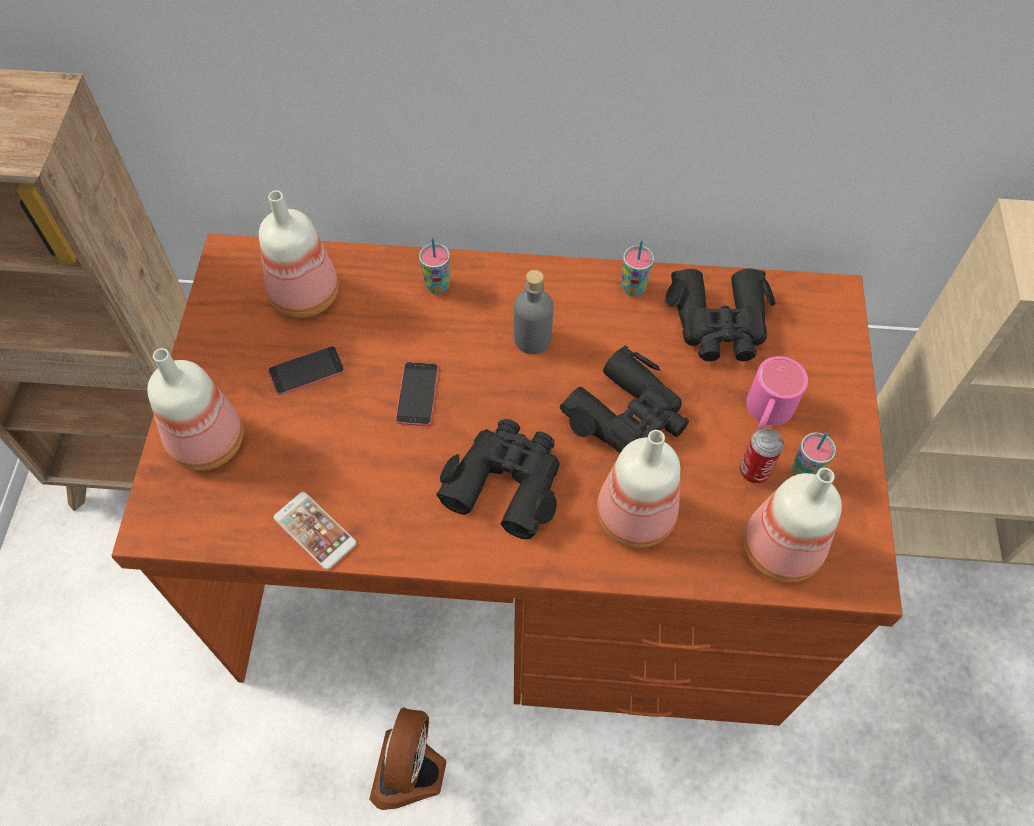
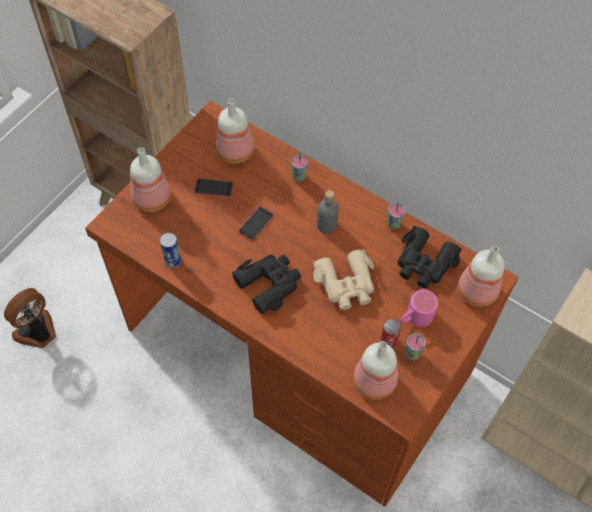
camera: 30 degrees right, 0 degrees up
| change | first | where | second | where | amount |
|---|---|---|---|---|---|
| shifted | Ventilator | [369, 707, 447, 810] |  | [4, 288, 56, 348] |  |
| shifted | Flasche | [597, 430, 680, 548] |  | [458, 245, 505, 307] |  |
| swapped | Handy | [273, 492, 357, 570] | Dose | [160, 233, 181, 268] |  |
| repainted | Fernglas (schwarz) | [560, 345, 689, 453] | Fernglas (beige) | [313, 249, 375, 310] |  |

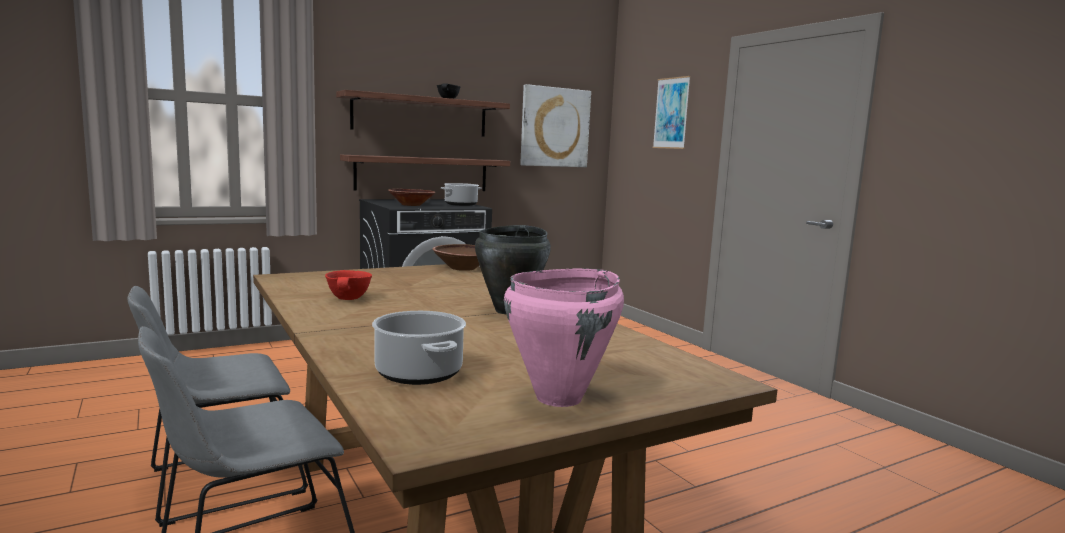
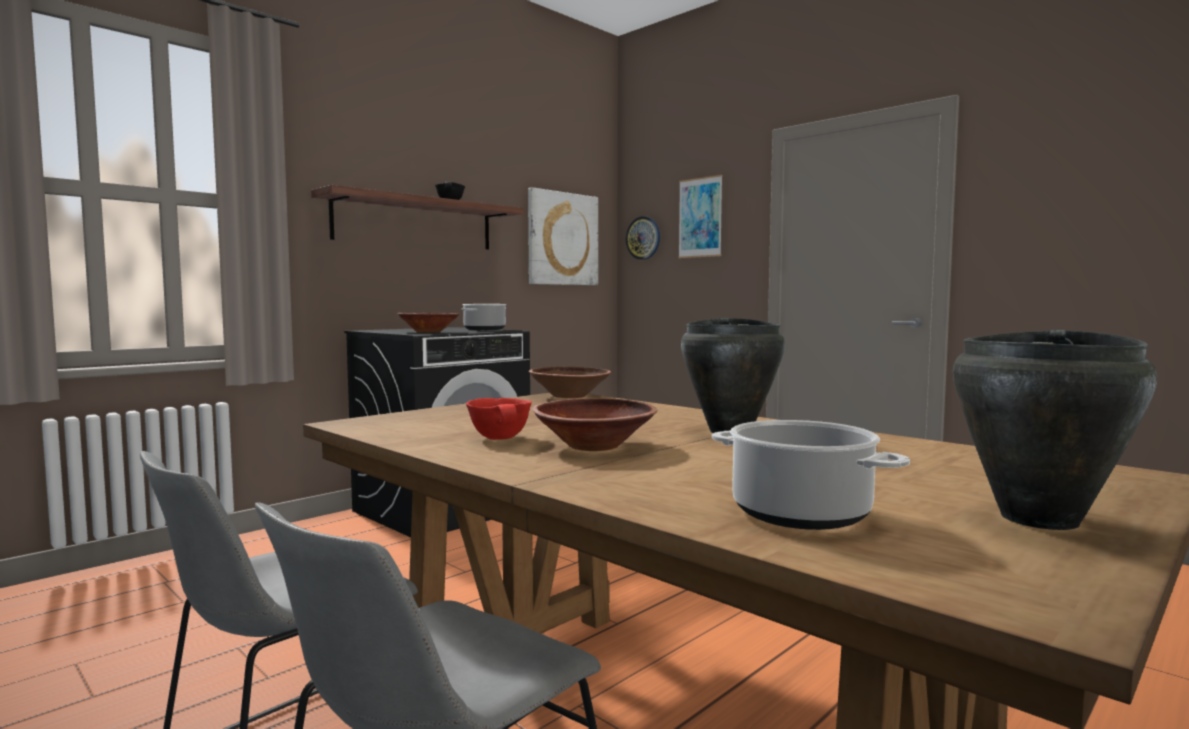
camera: 15 degrees left, 5 degrees down
| change | first | where | second | where | amount |
|---|---|---|---|---|---|
| gone | Wandregal | [340, 155, 510, 191] |  |  |  |
| new |  |  | Schüssel (braun) | [532, 398, 657, 451] |  |
| new |  |  | Wanduhr | [626, 216, 660, 260] |  |
| repainted | Kochtopf (rosa) | [504, 268, 624, 407] | Kochtopf (schwarz) | [953, 330, 1157, 530] |  |

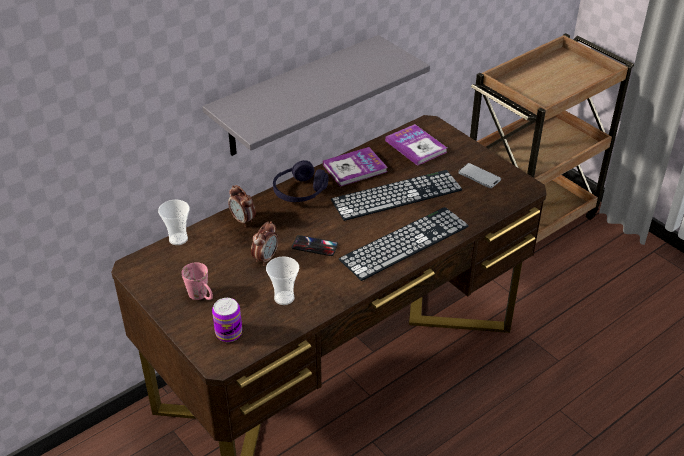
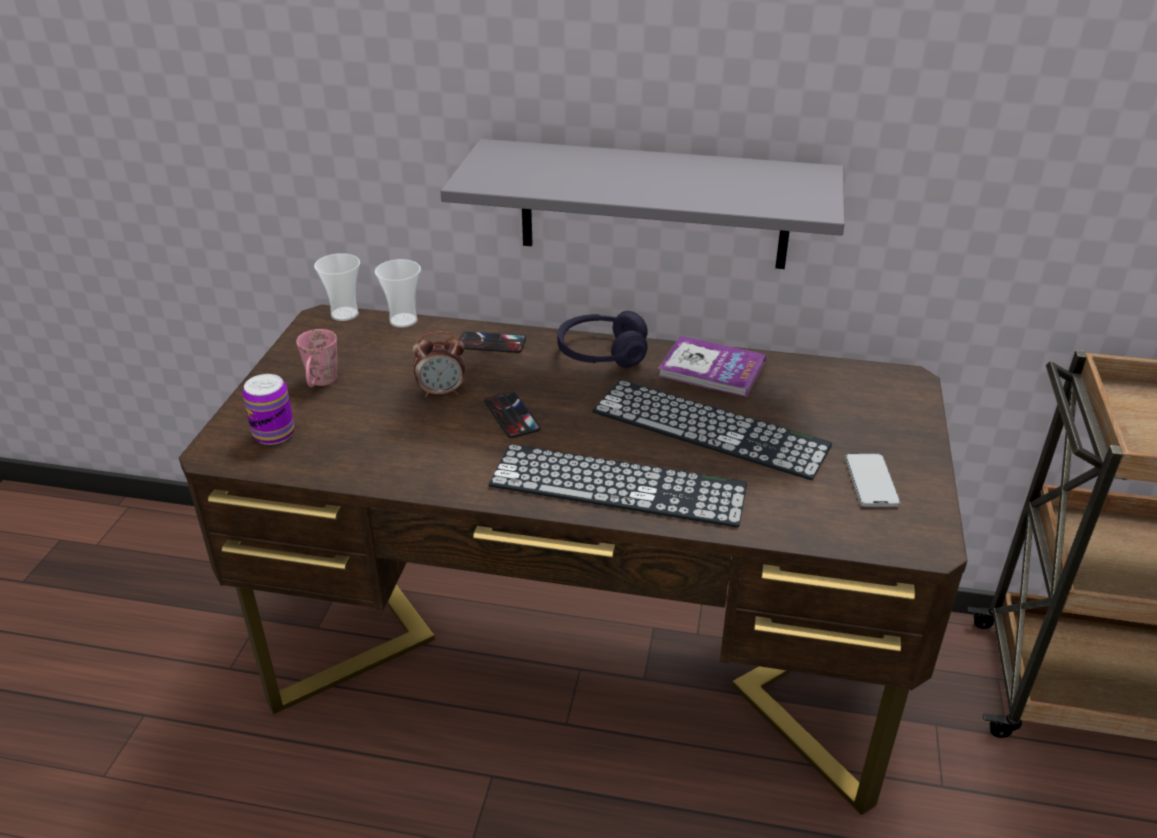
camera: 50 degrees right, 5 degrees down
| change | first | where | second | where | amount |
|---|---|---|---|---|---|
| gone | Buch | [385, 124, 447, 166] |  |  |  |
| shifted | Tasse | [266, 256, 299, 305] |  | [314, 253, 360, 321] |  |
| swapped | Wecker | [228, 185, 256, 227] | Handy | [460, 331, 526, 353] |  |

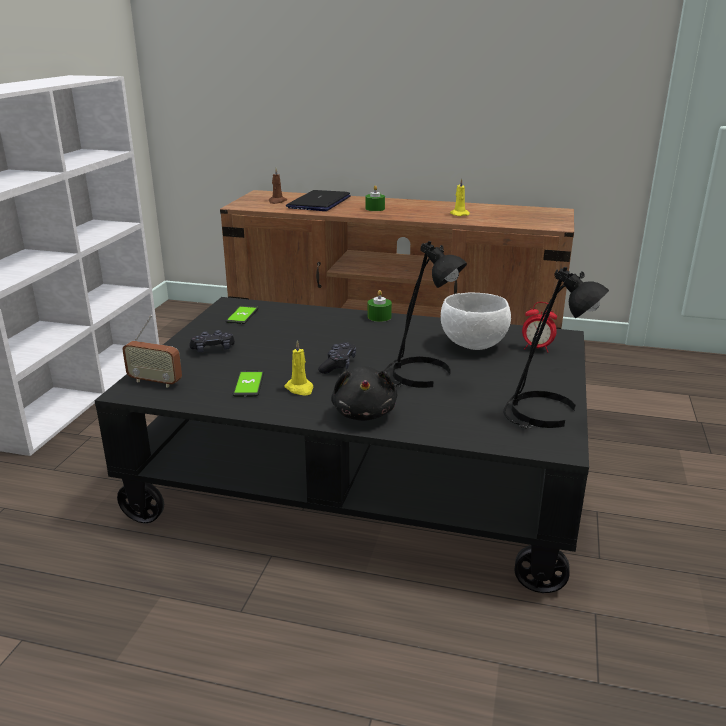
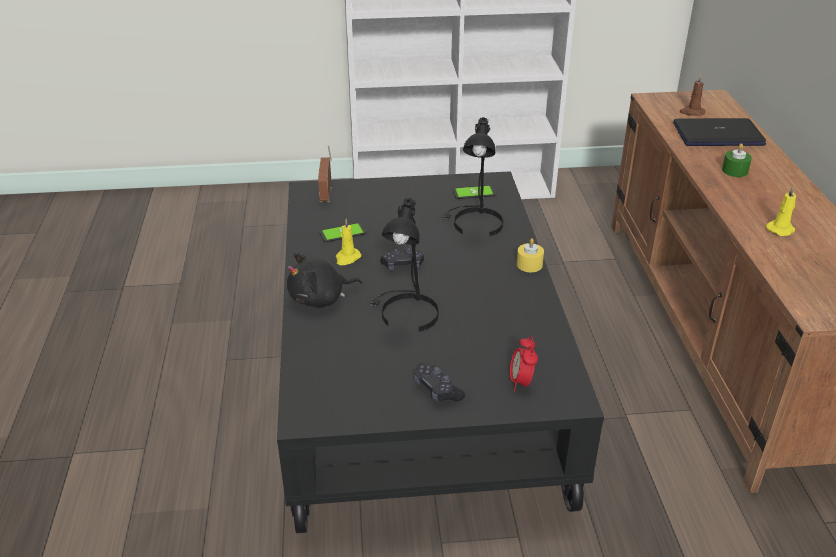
camera: 70 degrees right, 10 degrees up
| change | first | where | second | where | amount |
|---|---|---|---|---|---|
| gone | Schüssel (weiß) | [441, 292, 511, 350] |  |  |  |
| shifted | Gamepad (schwarz) | [190, 330, 235, 352] |  | [414, 364, 465, 403] |  |
| shifted | Tischlampe (schwarz) | [504, 267, 609, 429] |  | [442, 117, 503, 237] |  |
| repainted | Kerze (grün) | [368, 290, 392, 322] | Kerze (gelb) | [517, 238, 544, 272] |  |

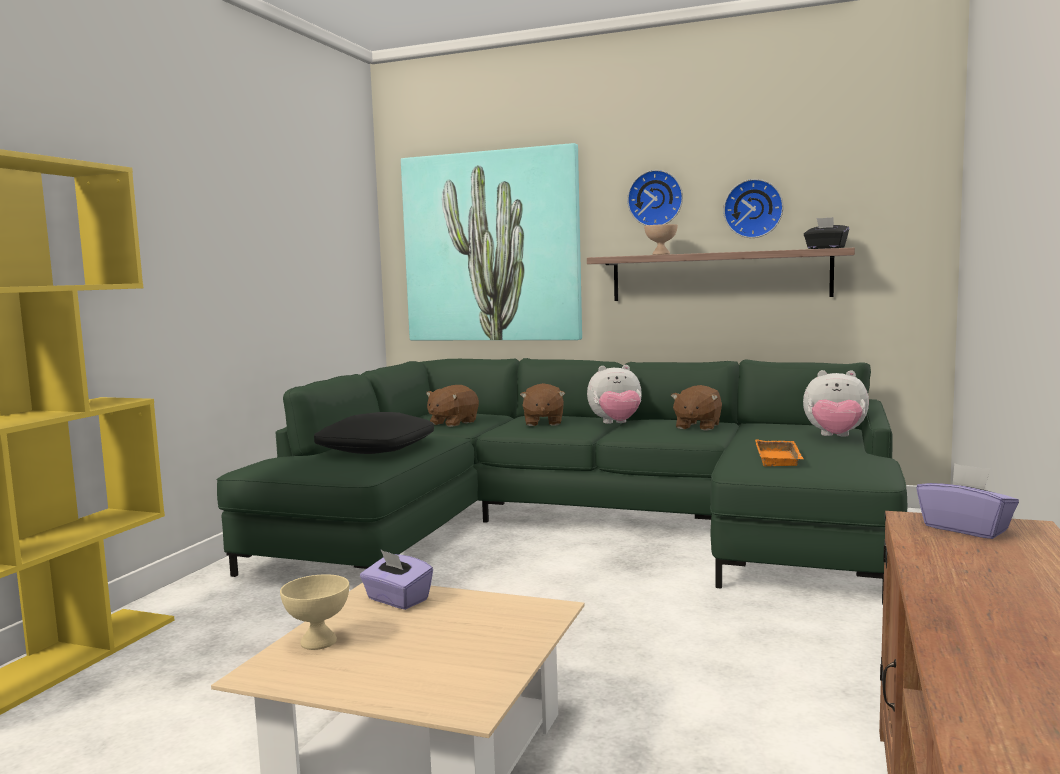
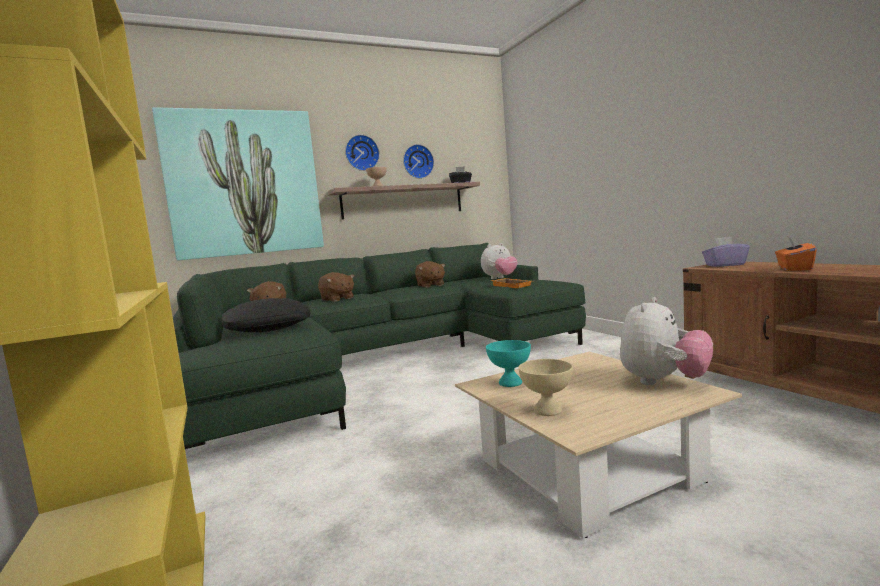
camera: 45 degrees left, 0 degrees up
| change | first | where | second | where | amount |
|---|---|---|---|---|---|
| new |  |  | Taschentuchbox (orange) | [775, 237, 817, 271] |  |
| shifted | Plüschtier | [587, 365, 642, 424] |  | [620, 297, 713, 385] |  |
| swapped | Taschentuchbox (lila) | [360, 549, 433, 610] | Schüssel (türkis) | [486, 340, 531, 387] |  |

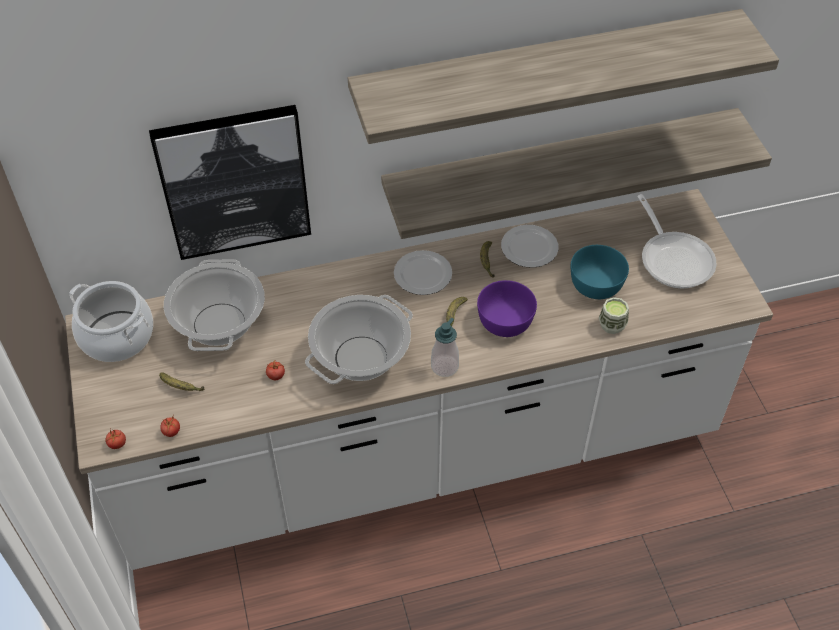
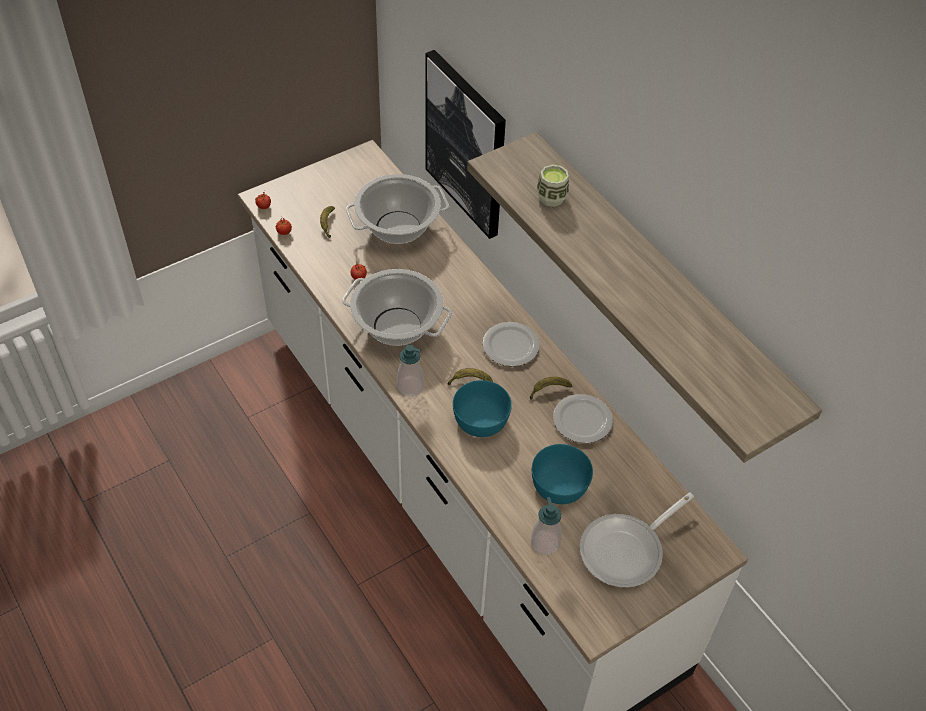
camera: 70 degrees right, 0 degrees up
| change | first | where | second | where | amount |
|---|---|---|---|---|---|
| gone | Kochtopf | [69, 281, 153, 362] |  |  |  |
| gone | Wandregal | [381, 108, 772, 239] |  |  |  |
| new |  |  | Seifenspender | [531, 497, 561, 555] |  |
| shifted | Tasse | [599, 297, 629, 334] |  | [537, 164, 569, 207] |  |
| repainted | Schüssel (lila) | [477, 280, 537, 337] | Schüssel (türkis) | [453, 380, 512, 437] |  |

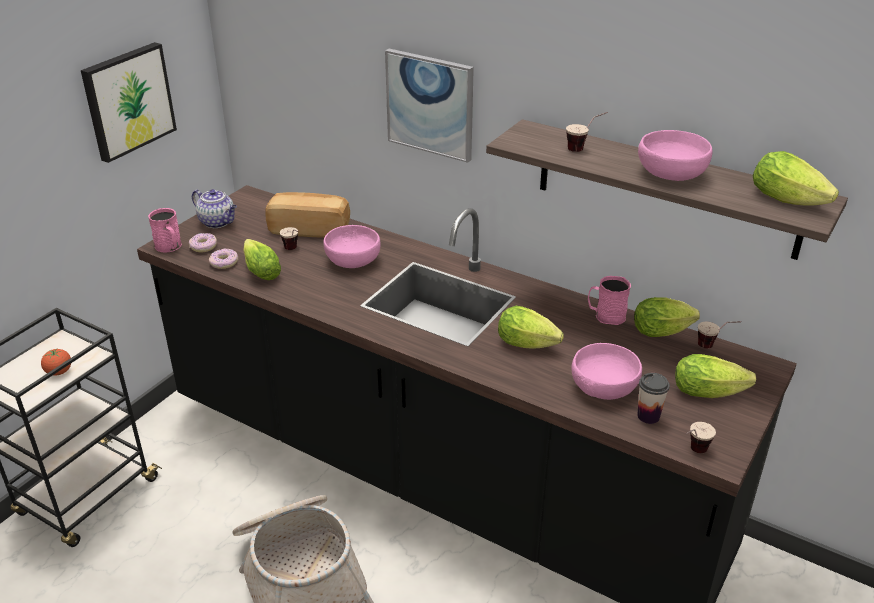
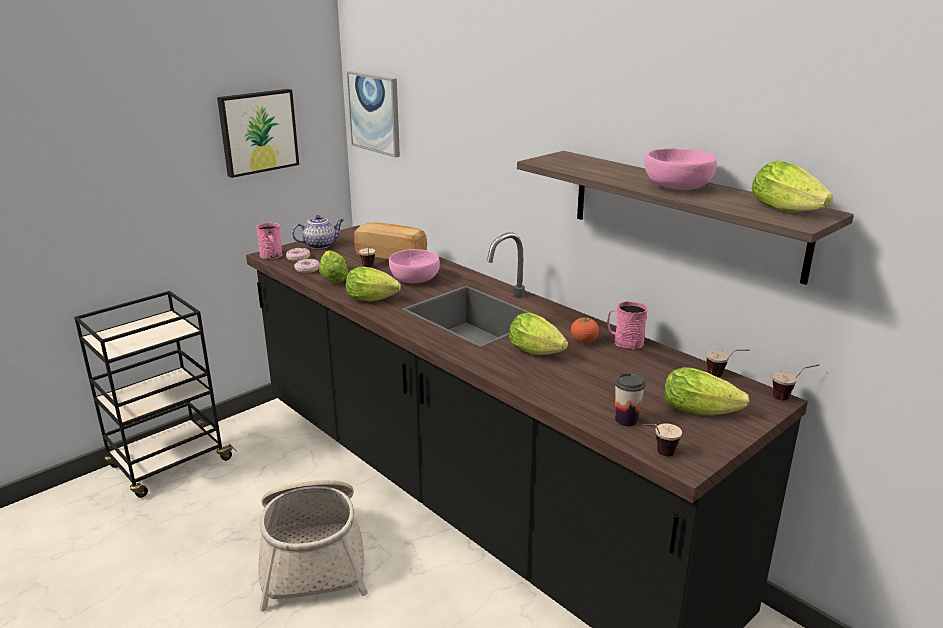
camera: 15 degrees right, 10 degrees down
| change | first | where | second | where | amount |
|---|---|---|---|---|---|
| gone | Schüssel (rosa) | [571, 343, 642, 400] |  |  |  |
| shifted | Tomate | [41, 348, 71, 376] |  | [571, 317, 599, 343] |  |
| shifted | Bild | [385, 49, 474, 163] |  | [347, 71, 400, 157] |  |
| shifted | Tasse | [566, 112, 608, 152] |  | [773, 364, 820, 400] |  |
| shifted | Salatkopf | [634, 297, 700, 337] |  | [346, 267, 401, 302] |  |
| rotated | Teekanne | [192, 189, 237, 228] |  | [292, 215, 344, 249] | 75 degrees counterclockwise |

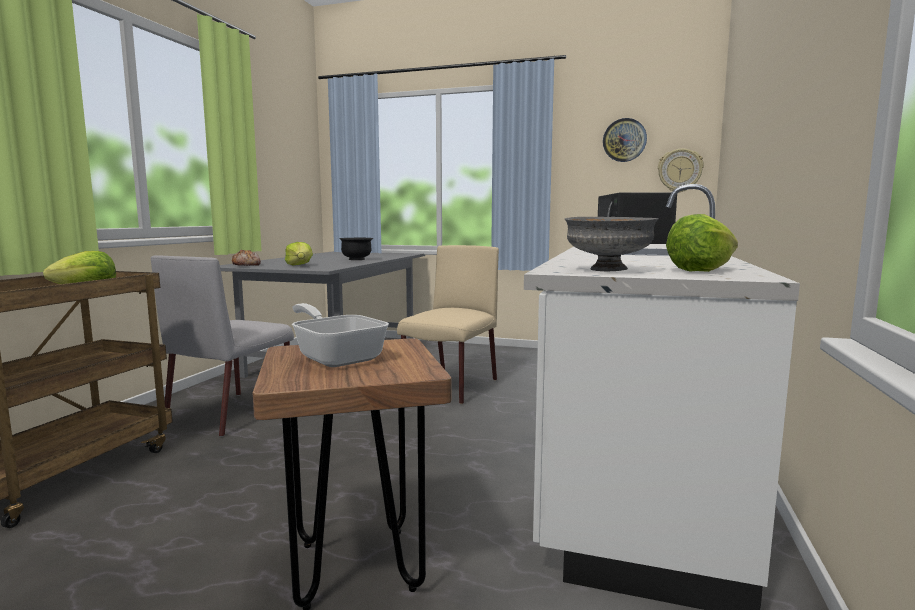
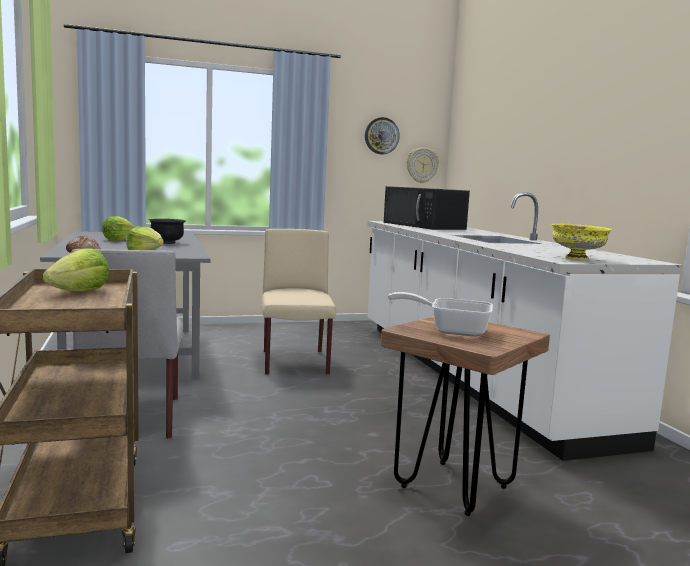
camera: 35 degrees left, 0 degrees up
| change | first | where | second | where | amount |
|---|---|---|---|---|---|
| shifted | Salatkopf | [666, 214, 738, 272] |  | [102, 216, 135, 241] |  |
| repainted | Schüssel (grau) | [564, 217, 658, 271] | Schüssel (gelb) | [552, 223, 612, 260] |  |

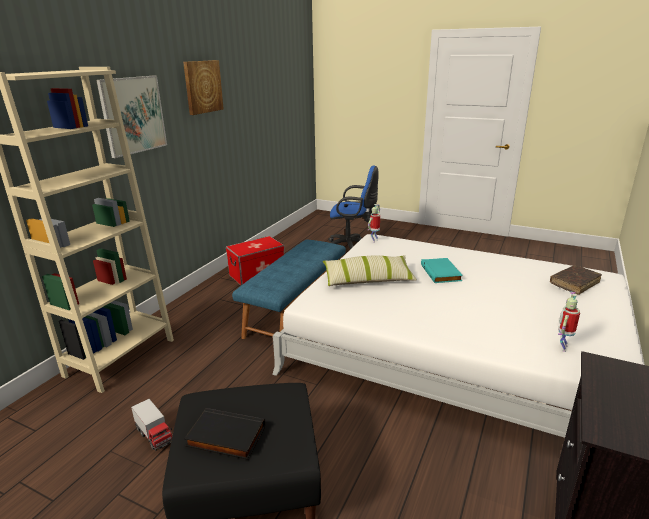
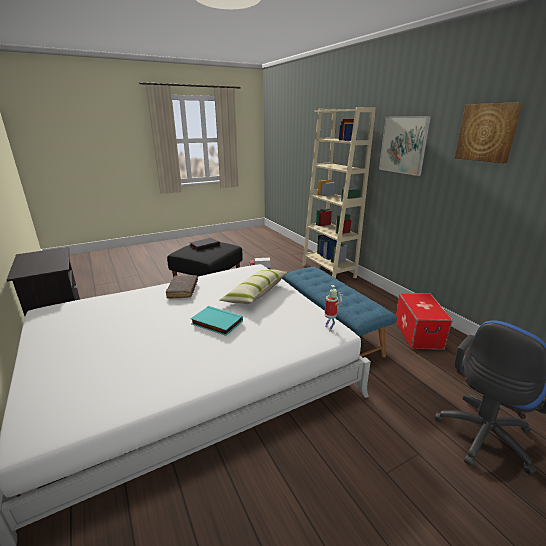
camera: 125 degrees right, 0 degrees up
| change | first | where | second | where | amount |
|---|---|---|---|---|---|
| gone | Spielzeugroboter | [558, 292, 580, 352] |  |  |  |
| shifted | Buch (braun) | [550, 266, 602, 295] |  | [166, 275, 198, 299] |  |

